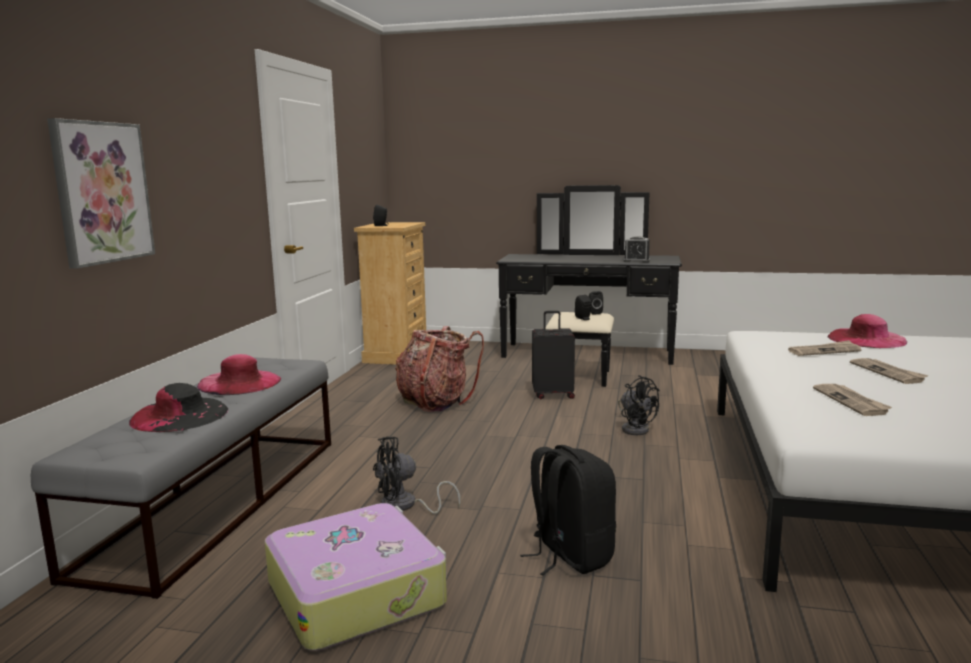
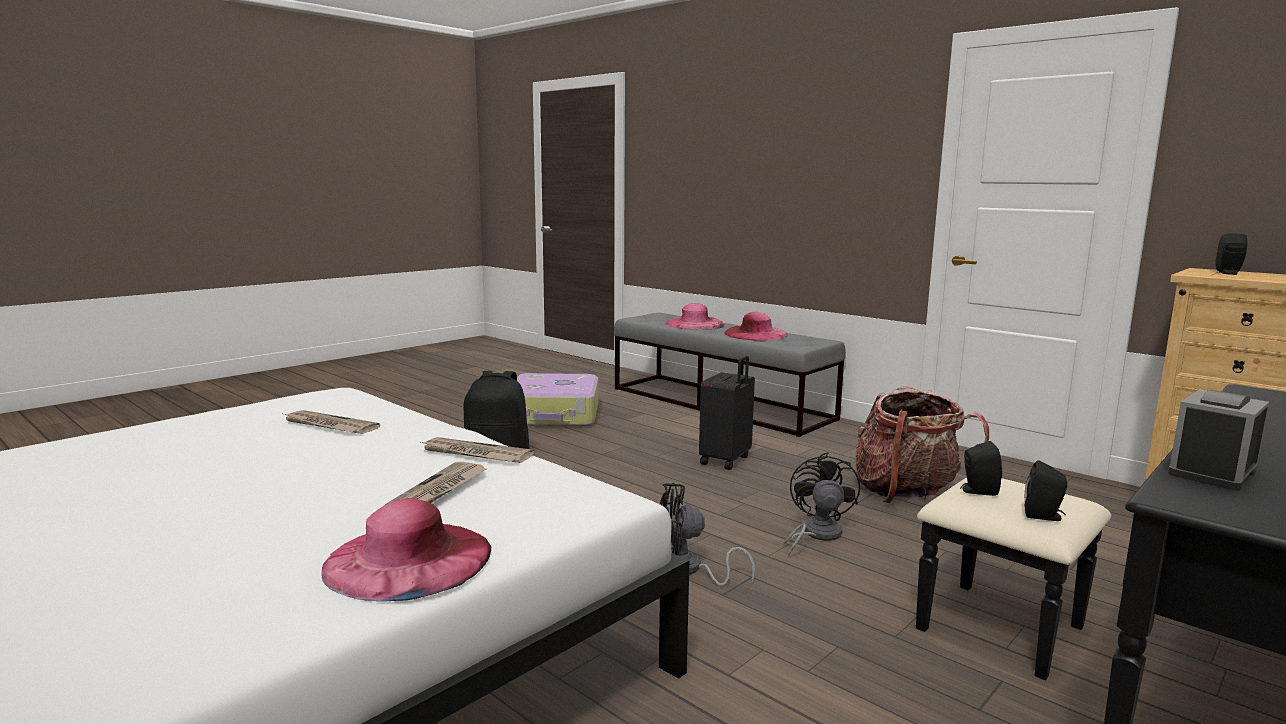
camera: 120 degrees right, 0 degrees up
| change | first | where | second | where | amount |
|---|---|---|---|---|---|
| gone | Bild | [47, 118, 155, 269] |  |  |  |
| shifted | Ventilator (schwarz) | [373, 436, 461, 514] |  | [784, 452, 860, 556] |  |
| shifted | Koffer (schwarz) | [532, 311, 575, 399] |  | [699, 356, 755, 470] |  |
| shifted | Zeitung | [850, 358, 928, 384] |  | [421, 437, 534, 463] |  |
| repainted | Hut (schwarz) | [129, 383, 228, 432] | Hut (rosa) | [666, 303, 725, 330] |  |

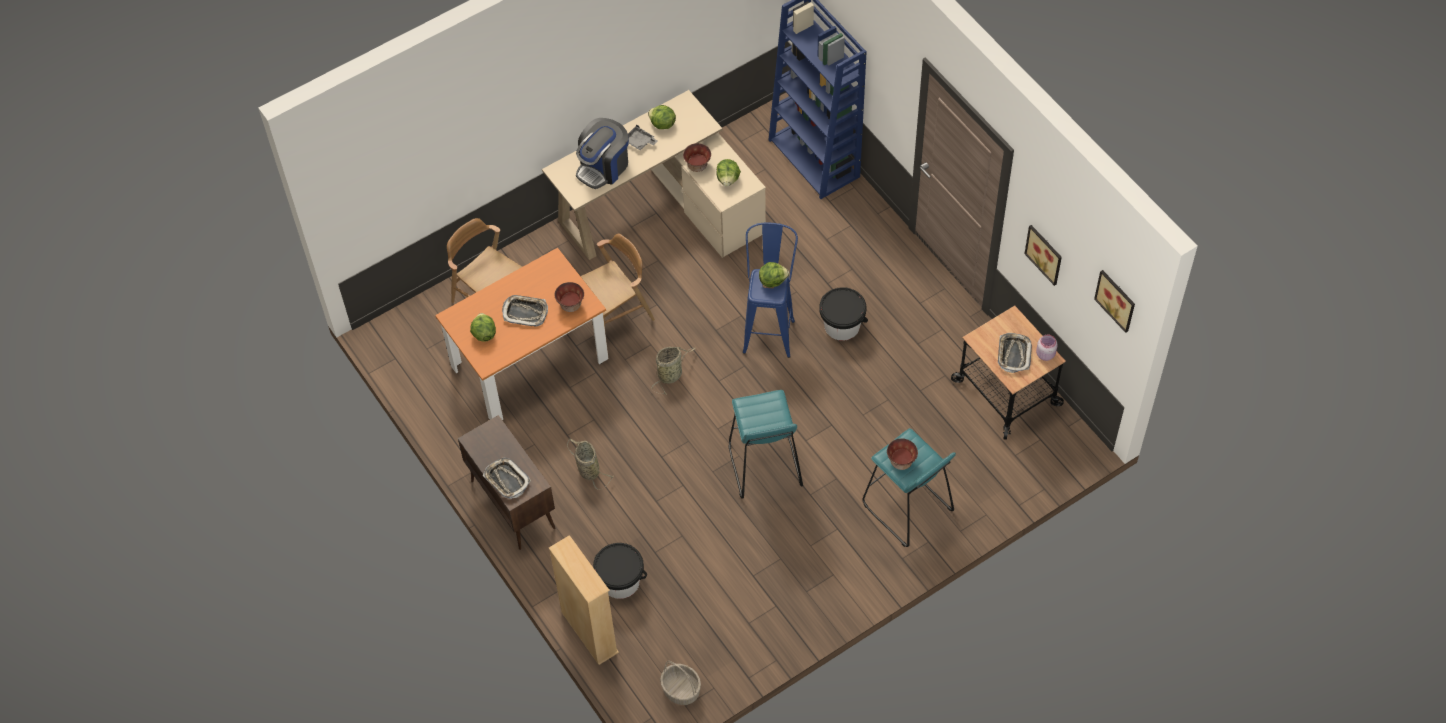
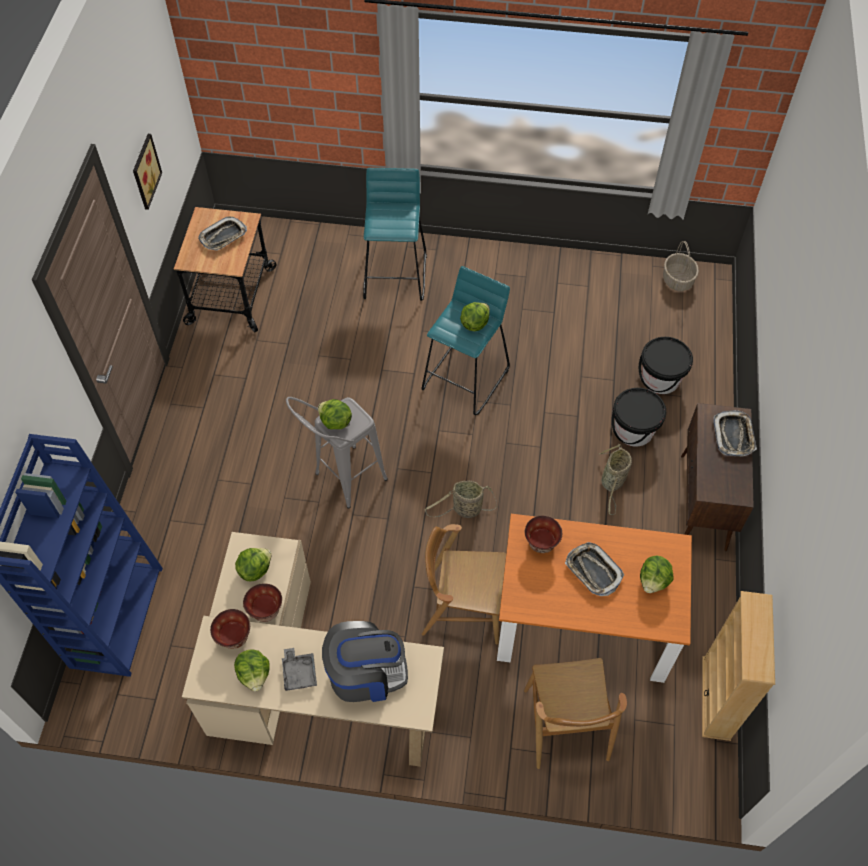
camera: 140 degrees left, 0 degrees up
| change | first | where | second | where | amount |
|---|---|---|---|---|---|
| gone | Vorratsglas (rosa) | [1036, 334, 1057, 361] |  |  |  |
| gone | Bild | [1094, 270, 1135, 333] |  |  |  |
| new |  |  | Salatkopf | [460, 302, 490, 331] |  |
| shifted | Bücherregal (beige) | [549, 535, 619, 665] |  | [702, 591, 775, 741] |  |
| shifted | Eimer (schwarz) | [819, 287, 868, 341] |  | [612, 388, 666, 447] |  |
| shifted | Schüssel | [887, 438, 918, 470] |  | [210, 609, 250, 649] |  |
| repainted | Hocker (blau) | [743, 223, 798, 358] | Hocker (grau) | [286, 397, 388, 509] |  |

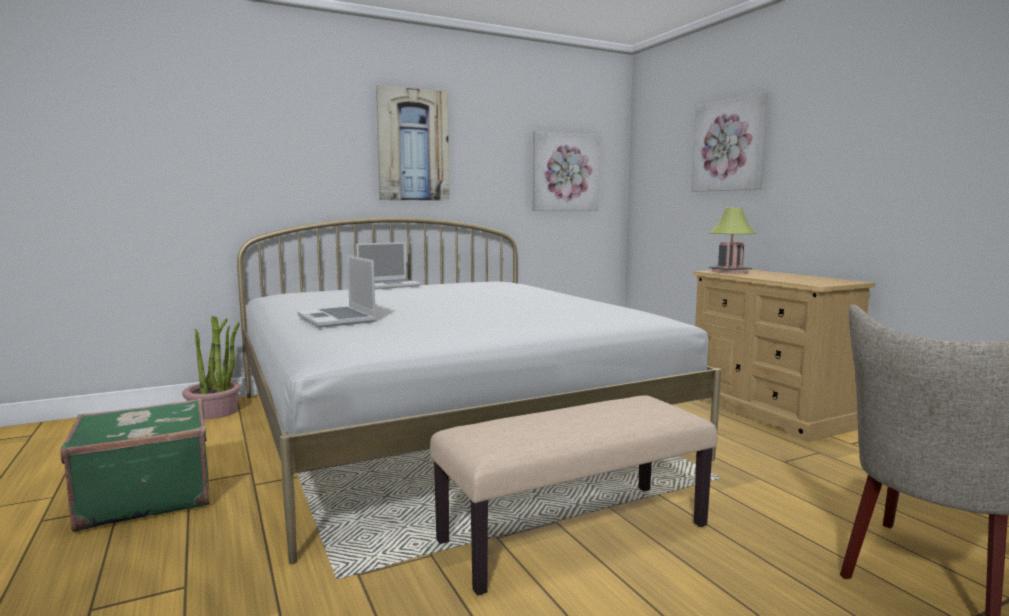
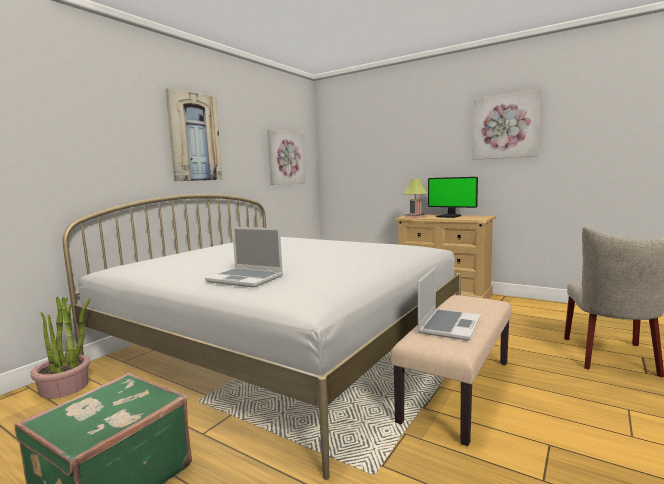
camera: 30 degrees left, 0 degrees up
| change | first | where | second | where | amount |
|---|---|---|---|---|---|
| new |  |  | Monitor | [428, 177, 478, 218] |  |
| shifted | Laptop | [356, 242, 421, 289] |  | [417, 267, 481, 341] |  |
| shifted | Bild | [691, 92, 768, 192] |  | [472, 89, 541, 160] |  |

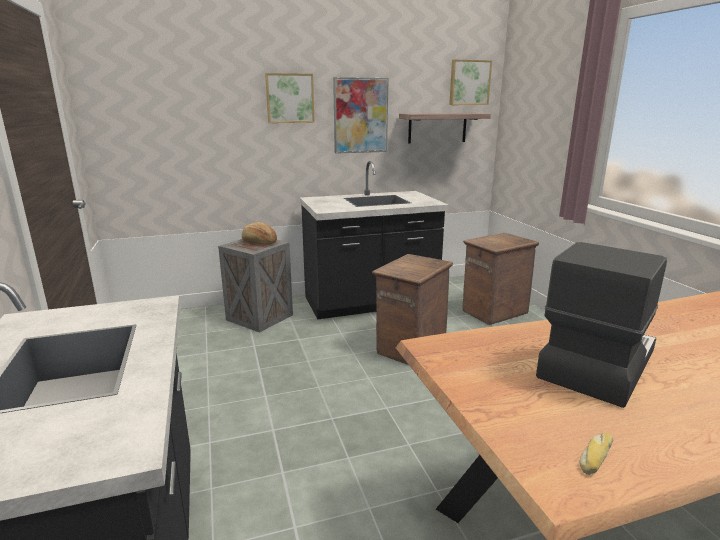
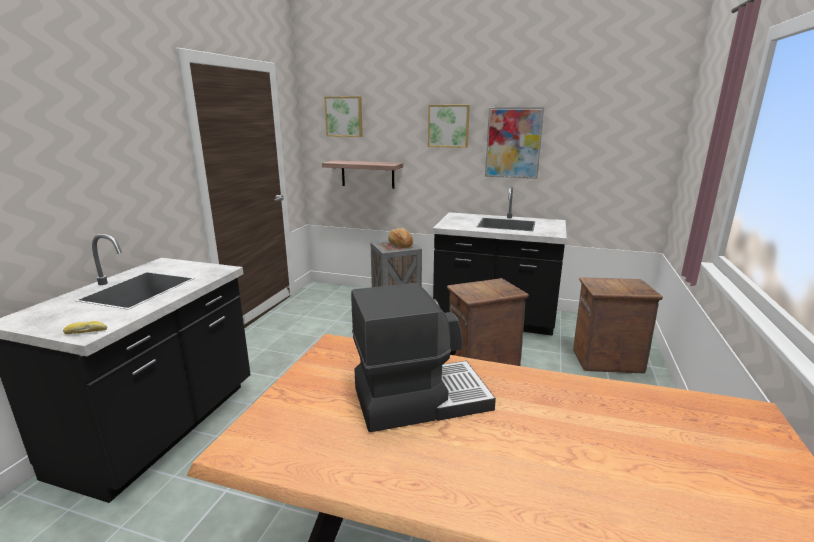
camera: 35 degrees right, 0 degrees up
| change | first | where | second | where | amount |
|---|---|---|---|---|---|
| shifted | Wandregal | [399, 113, 491, 144] |  | [322, 160, 403, 189] |  |
| shifted | Bild | [449, 59, 492, 105] |  | [324, 96, 363, 137] |  |
| shifted | Brot | [580, 433, 613, 475] |  | [63, 321, 107, 334] |  |

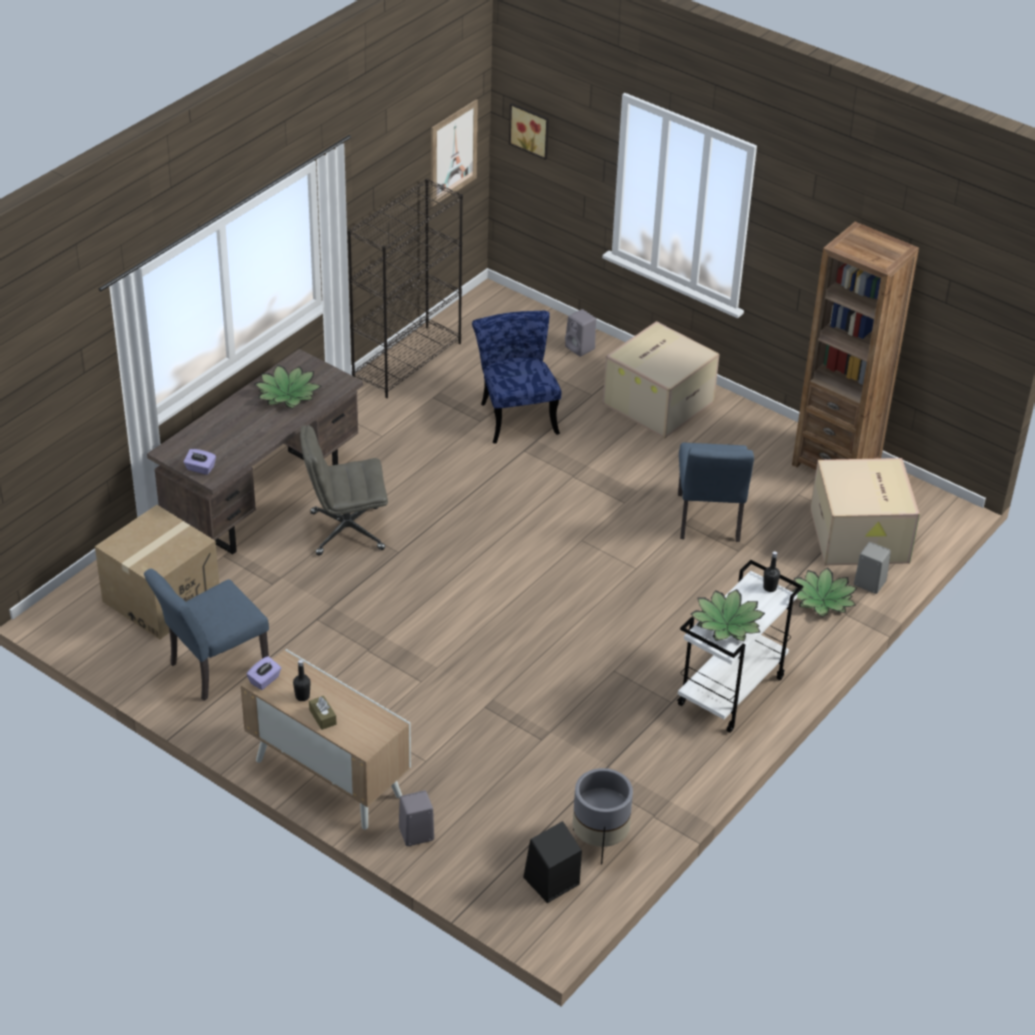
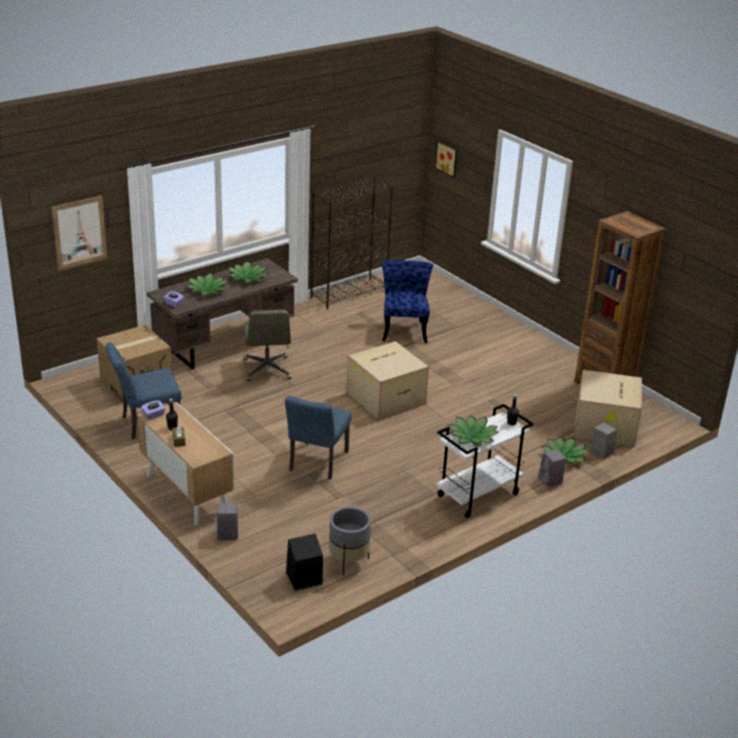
camera: 15 degrees right, 10 degrees down
| change | first | where | second | where | amount |
|---|---|---|---|---|---|
| new |  |  | Topfpflanze | [185, 273, 229, 296] |  |
| shifted | Bild | [431, 99, 478, 207] |  | [52, 196, 107, 271] |  |
| shifted | Lautsprecher (grau) | [565, 309, 596, 357] |  | [539, 449, 566, 487] |  |
| shifted | Karton | [603, 321, 720, 438] |  | [346, 341, 429, 420] |  |
| shifted | Stuhl (blau) | [678, 443, 754, 542] |  | [285, 396, 352, 480] |  |
| rotated | Bürostuhl (grau) | [300, 425, 388, 556] |  | [244, 310, 292, 381] | 105 degrees counterclockwise |

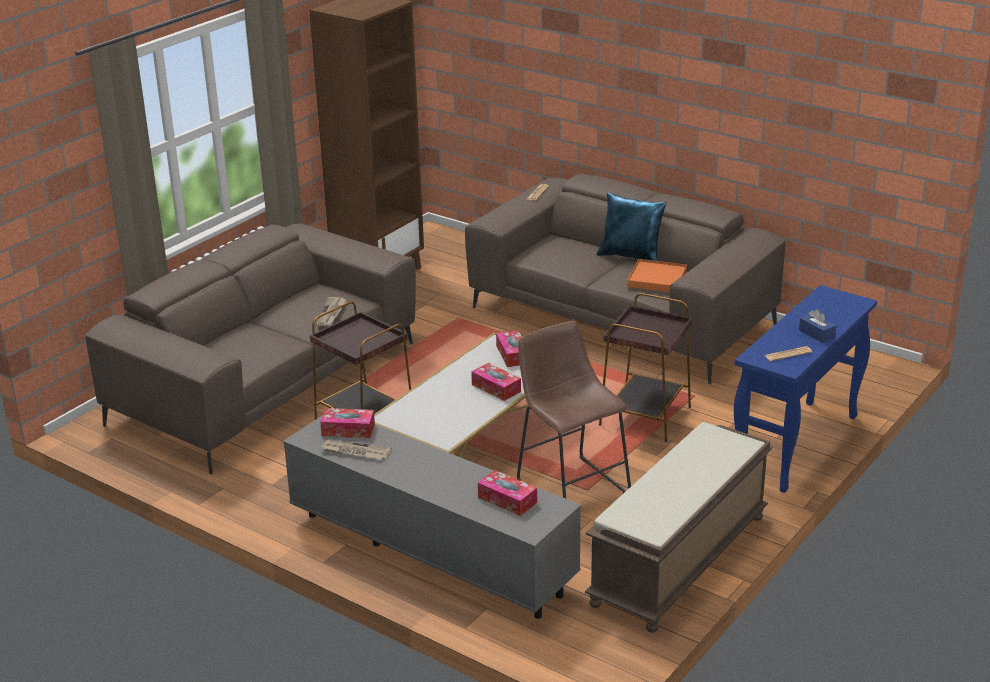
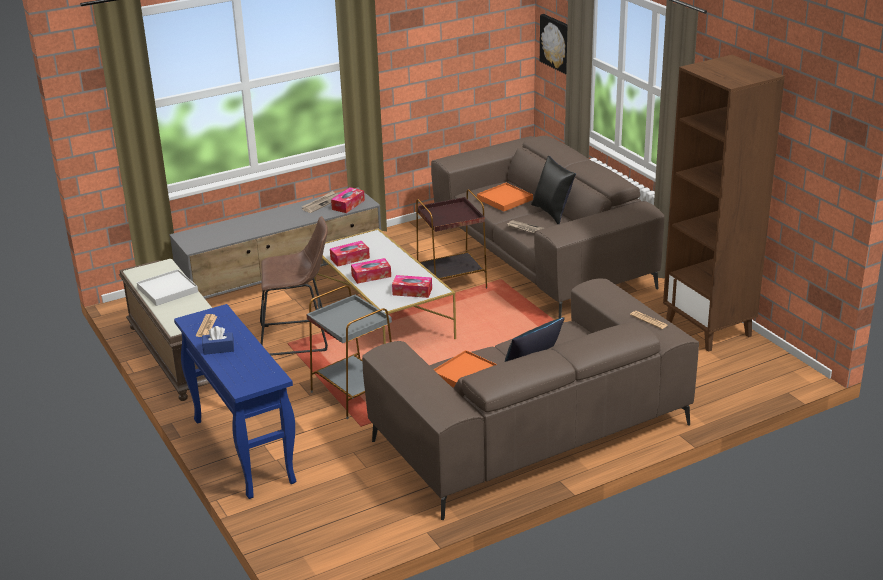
camera: 115 degrees right, 0 degrees up
| change | first | where | second | where | amount |
|---|---|---|---|---|---|
| new |  |  | Tablett (weiß) | [137, 269, 198, 306] |  |
| new |  |  | Tablett (orange) | [477, 183, 533, 212] |  |
| new |  |  | Kissen (schwarz) | [531, 156, 576, 224] |  |
| new |  |  | Bild | [540, 14, 568, 74] |  |
| shifted | Taschentuchbox | [478, 470, 537, 516] |  | [330, 241, 370, 266] |  |
| repainted | Beistelltisch (braun) | [599, 293, 692, 442] | Beistelltisch (grau) | [306, 285, 392, 419] |  |

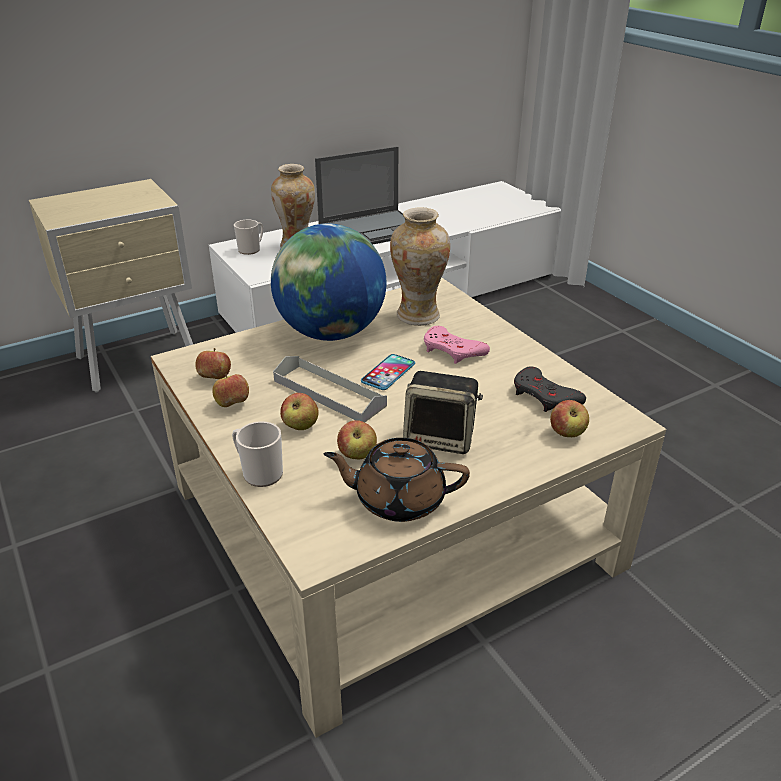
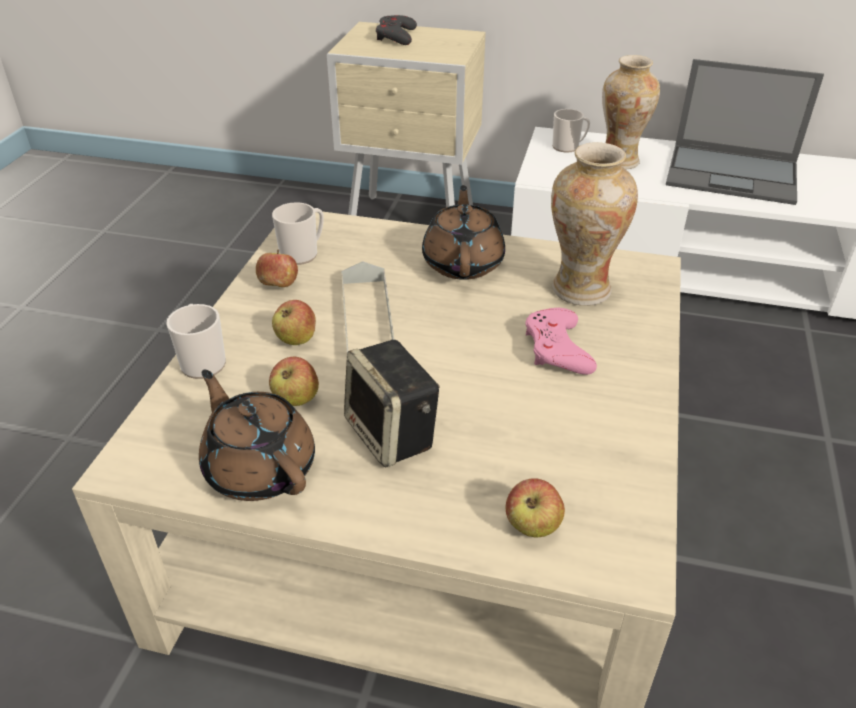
camera: 45 degrees right, 5 degrees up
| change | first | where | second | where | amount |
|---|---|---|---|---|---|
| gone | Handy | [361, 354, 415, 390] |  |  |  |
| shifted | Gamepad (grau) | [514, 366, 586, 412] |  | [376, 15, 417, 45] |  |
| swapped | Apfel | [195, 348, 231, 379] | Henkelbecher | [272, 202, 324, 265] |  |
| swapped | Globus | [271, 223, 386, 341] | Teekanne (braun) | [422, 185, 505, 280] |  |

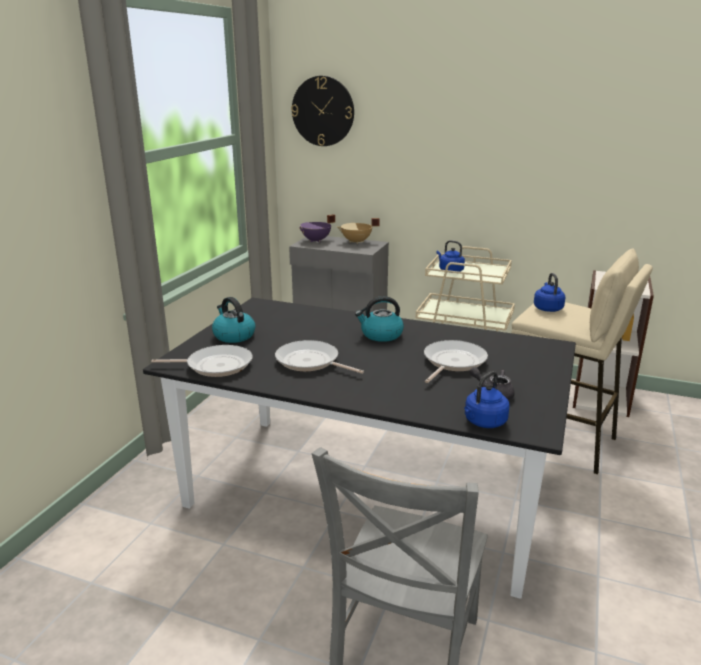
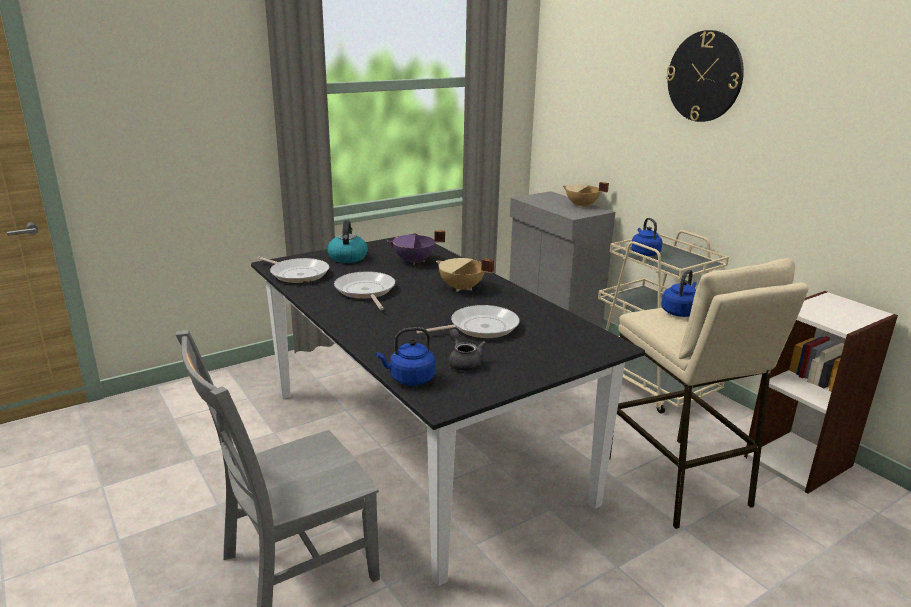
camera: 35 degrees right, 0 degrees up
| change | first | where | second | where | amount |
|---|---|---|---|---|---|
| shifted | Wanduhr | [291, 76, 354, 146] |  | [666, 30, 744, 122] |  |
| shifted | Kochtopf (lila) | [299, 214, 335, 242] |  | [387, 231, 445, 265] |  |
| swapped | Wasserkessel | [355, 296, 404, 342] | Kochtopf (beige) | [436, 258, 494, 292] |  |

